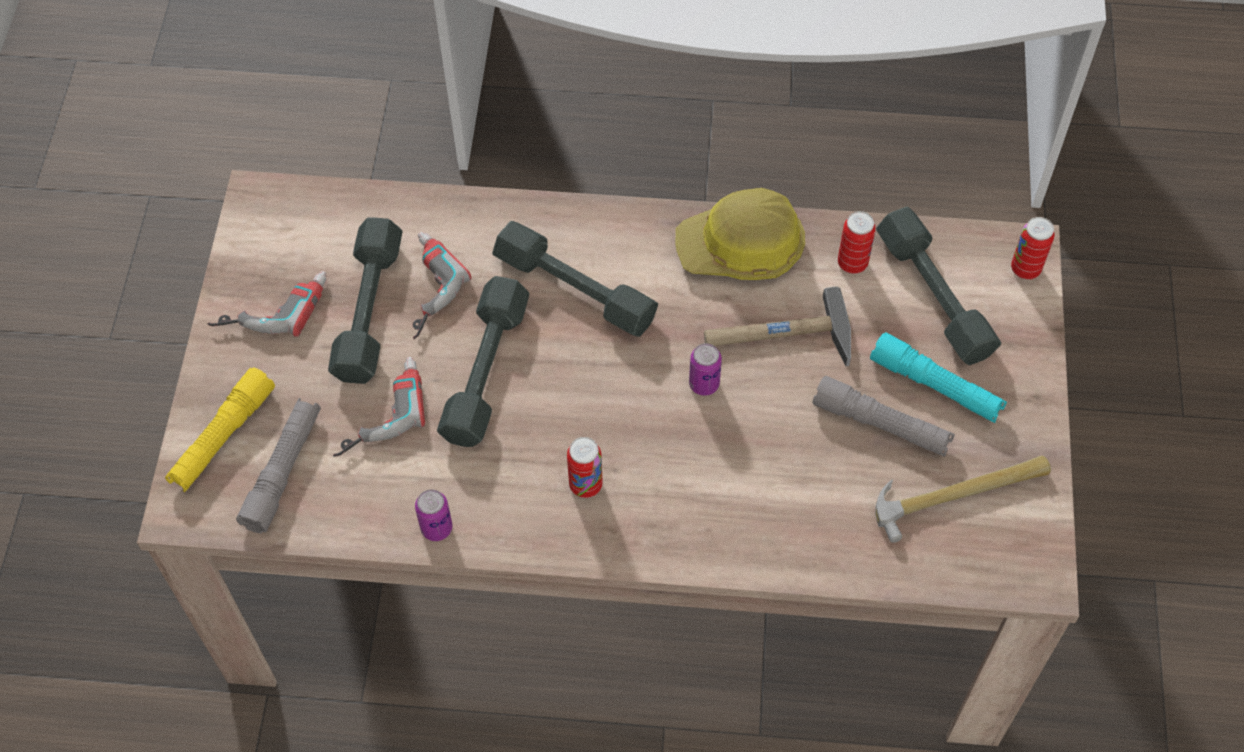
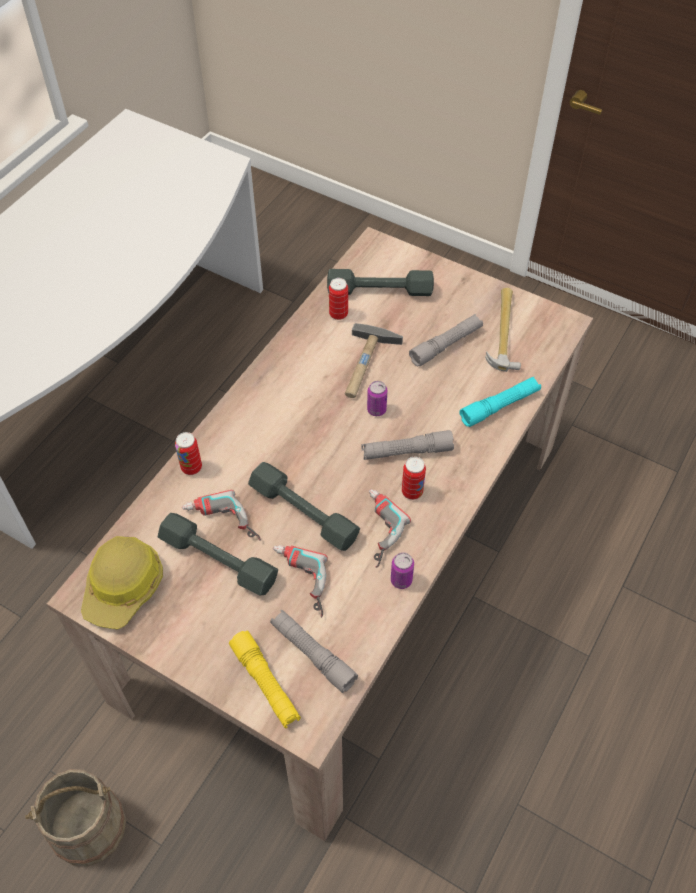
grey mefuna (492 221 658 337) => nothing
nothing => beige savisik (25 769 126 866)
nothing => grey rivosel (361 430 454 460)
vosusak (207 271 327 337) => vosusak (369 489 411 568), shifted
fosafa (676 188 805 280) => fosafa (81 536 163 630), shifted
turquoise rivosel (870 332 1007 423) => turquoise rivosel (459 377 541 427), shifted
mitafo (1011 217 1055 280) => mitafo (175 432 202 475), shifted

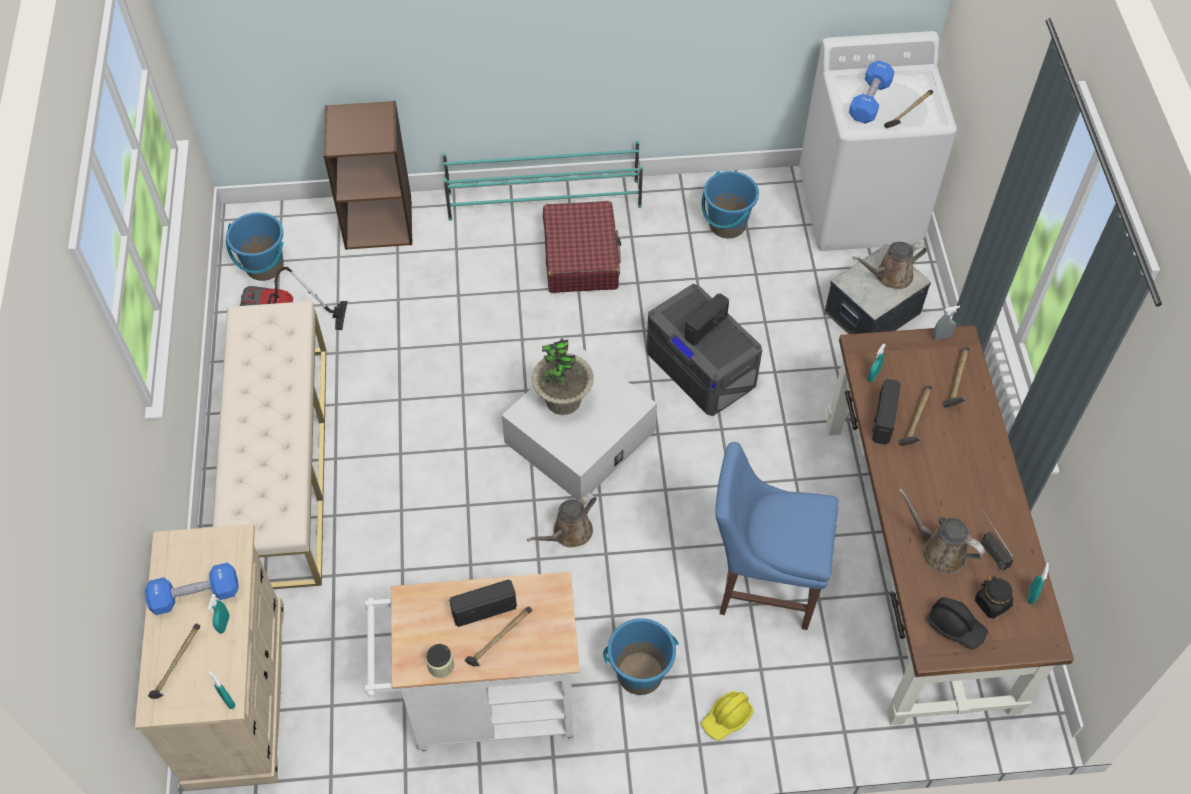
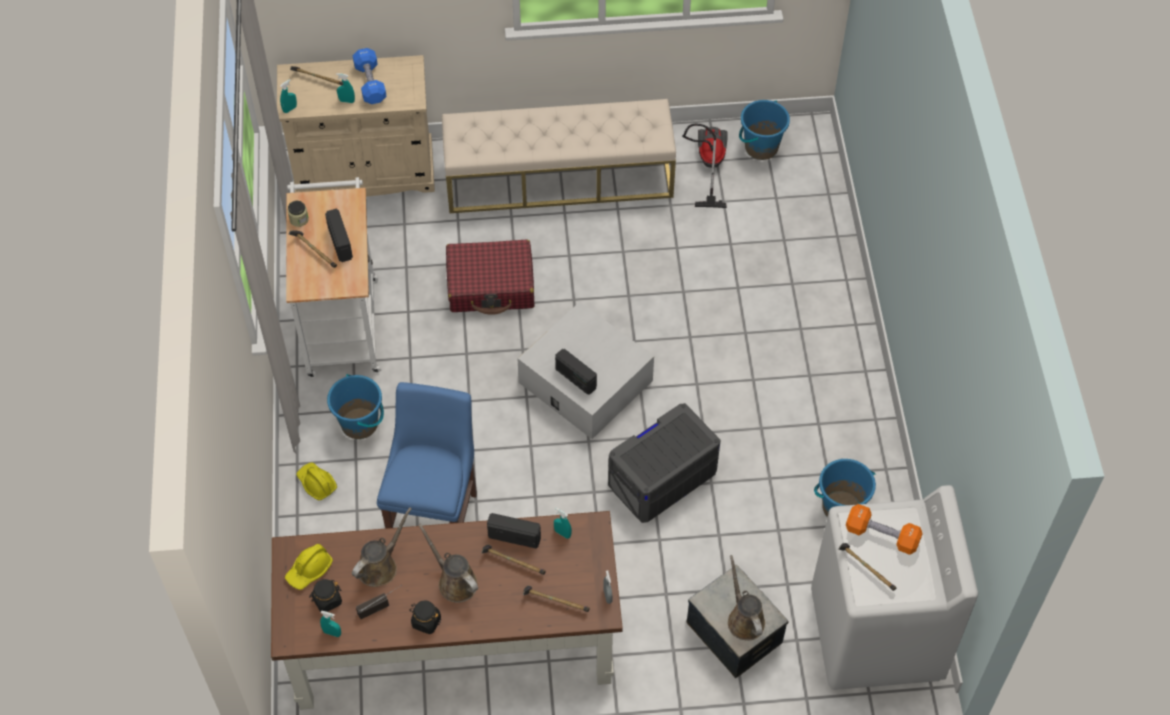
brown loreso (323 101 413 250) => nothing
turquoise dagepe (443 140 643 221) => nothing
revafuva (532 338 594 415) => nothing
nothing => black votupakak (409 601 441 634)
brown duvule (527 493 597 548) => brown duvule (418 524 478 603), shifted
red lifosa (543 201 621 293) => red lifosa (446 239 534 315), shifted
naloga (685 293 729 346) => naloga (555 349 597 395), shifted
blue mefuna (849 61 895 124) => orange mefuna (846 504 923 555)
black fosafa (927 597 988 649) => yellow fosafa (285 544 333 590)

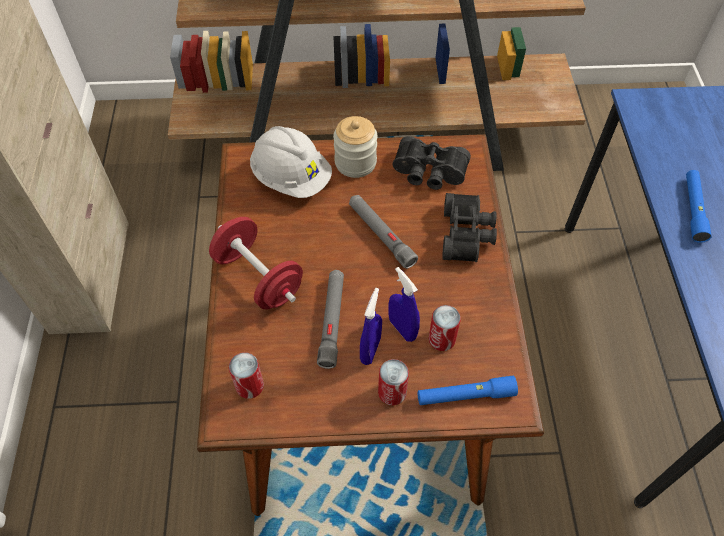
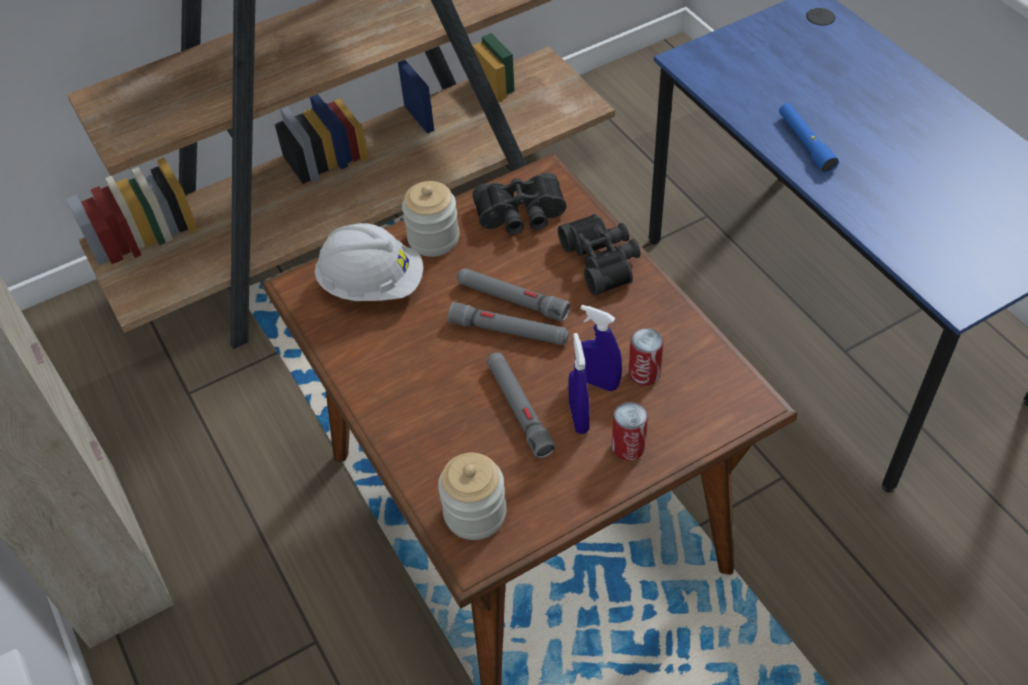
red mefuna (209 217 303 309) => nothing
blue rivosel (418 376 518 405) => nothing
nothing => grey rivosel (448 302 569 345)
mitafo (229 352 264 399) => votupakak (438 453 507 540)

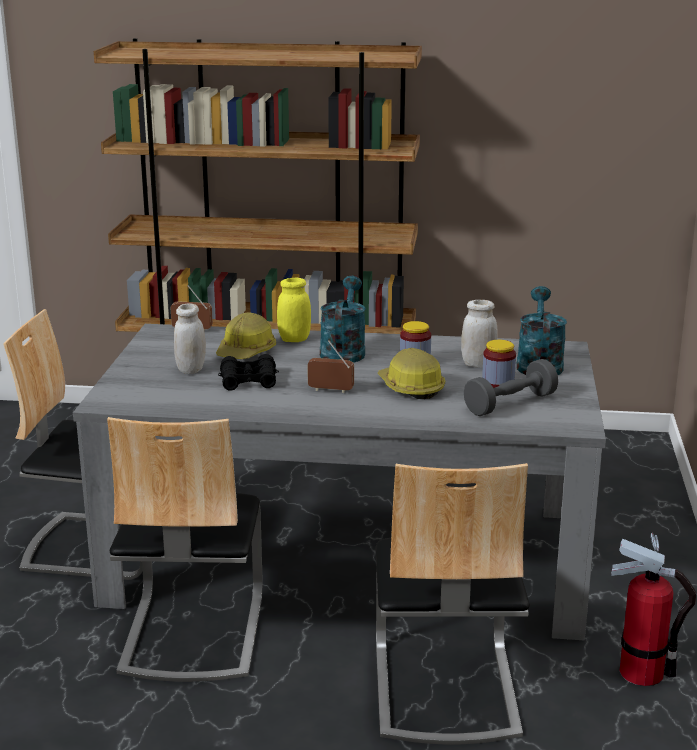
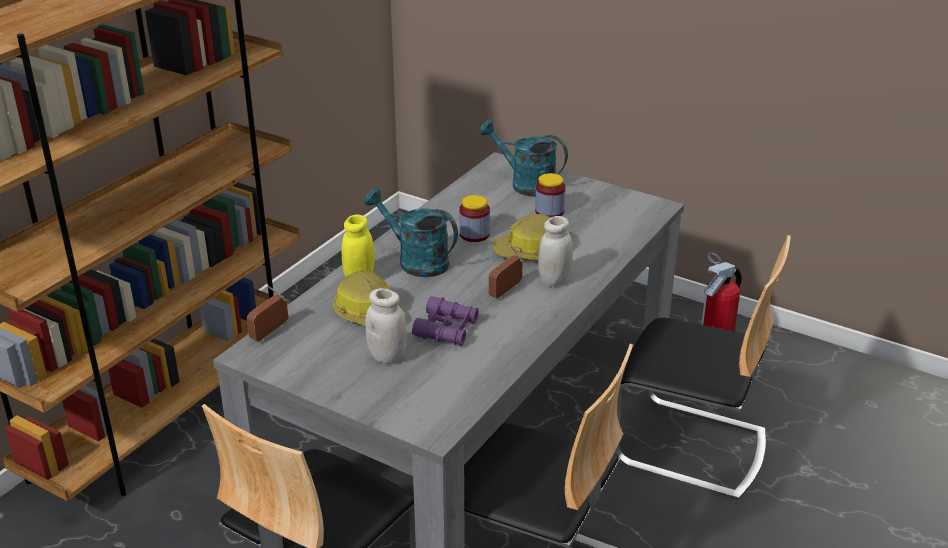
grey mefuna (464 359 558 416) => nothing
white votupakak (461 300 497 368) => white votupakak (538 216 573 287), shifted
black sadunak (218 354 279 391) => purple sadunak (412 296 479 346)

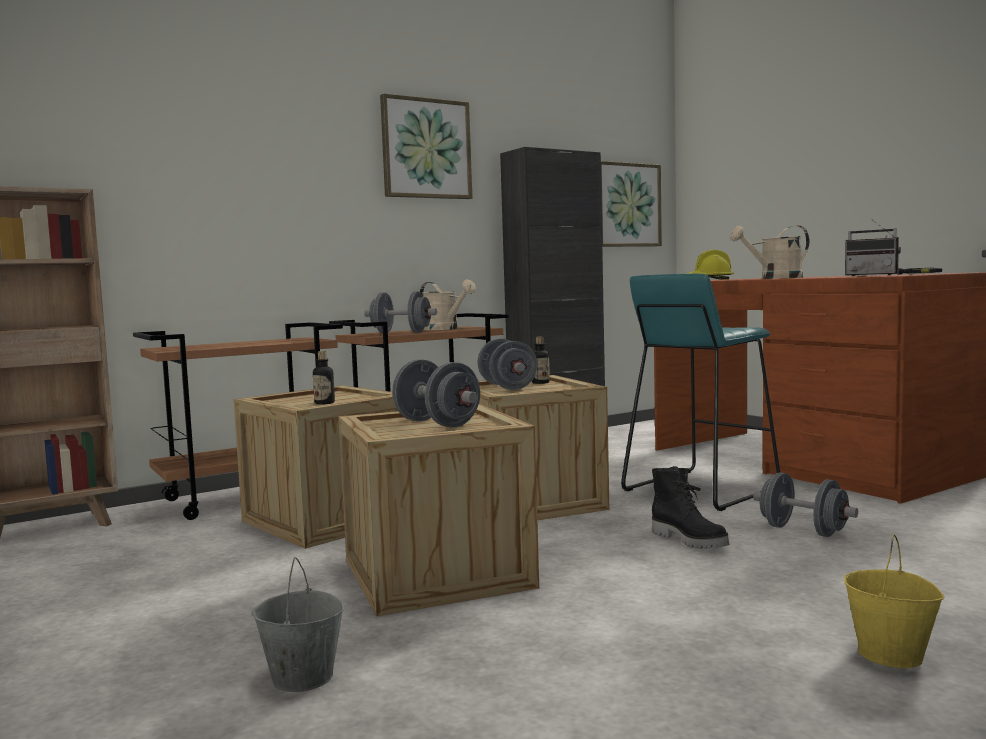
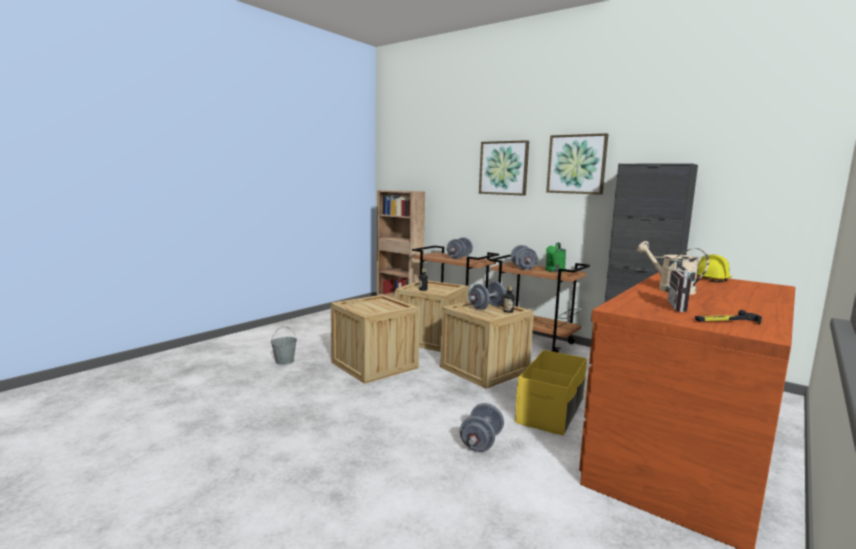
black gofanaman (652 466 729 549) => nothing
yellow savisik (844 534 944 668) => nothing
grey mefuna (392 359 480 428) => grey mefuna (447 237 473 259), shifted
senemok (601 161 662 247) => senemok (479 140 529 196), shifted
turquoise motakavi (621 274 780 511) => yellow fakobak (515 350 587 436)
beige duvule (420 280 476 330) => green duvule (545 242 566 272)

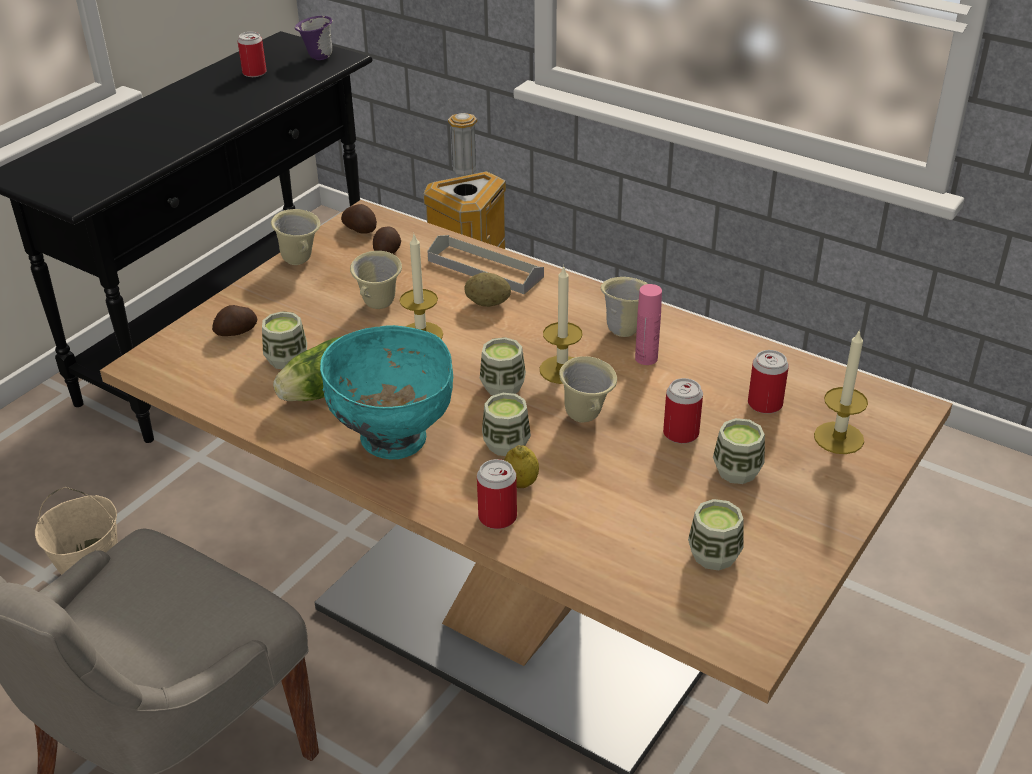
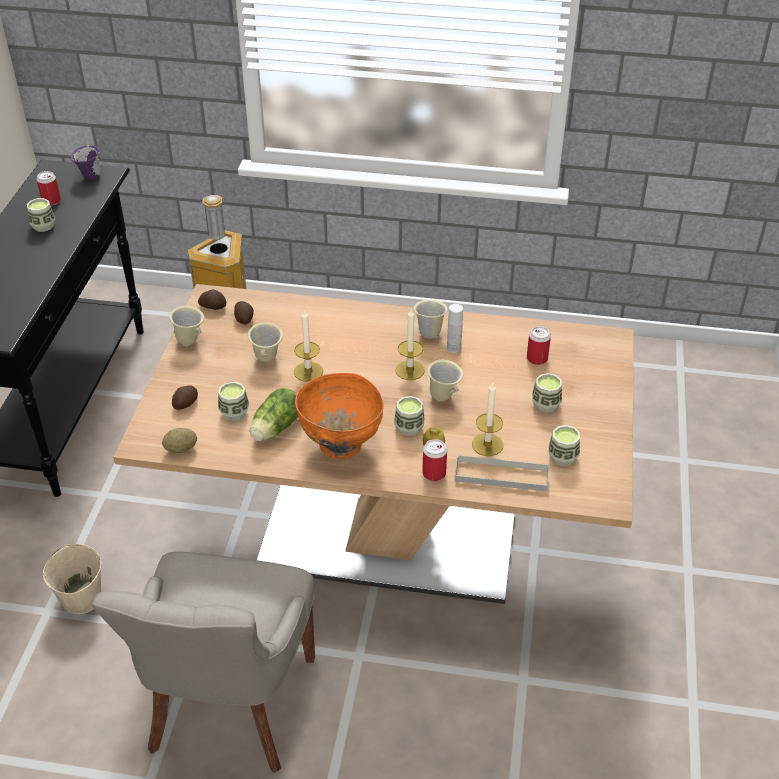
mitafo (663 378 703 444) => nothing
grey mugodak (428 235 544 294) => grey mugodak (455 454 549 491), shifted
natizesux (464 272 511 307) => natizesux (162 428 197 453), shifted
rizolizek (480 337 526 395) => rizolizek (27 198 55 232), shifted
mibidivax (814 329 868 454) => mibidivax (472 383 503 456), shifted
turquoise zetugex (320 325 453 460) => orange zetugex (295 373 384 459)
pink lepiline (635 284 662 365) => white lepiline (447 304 463 353)

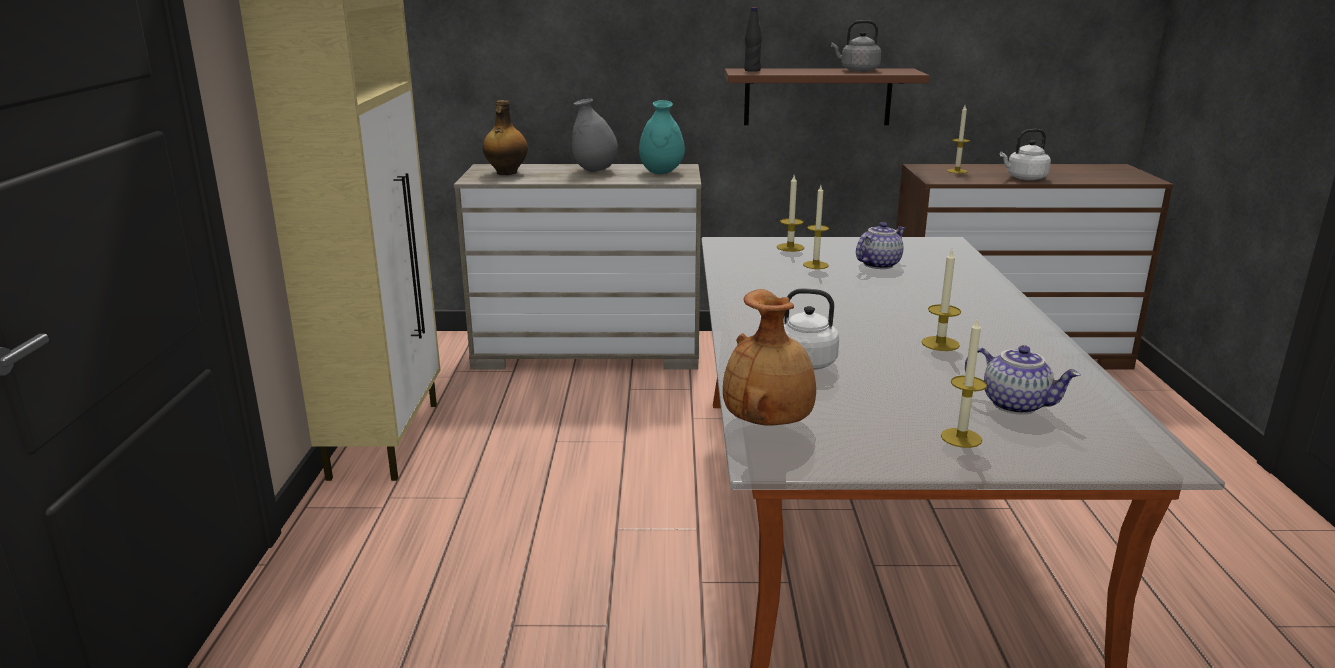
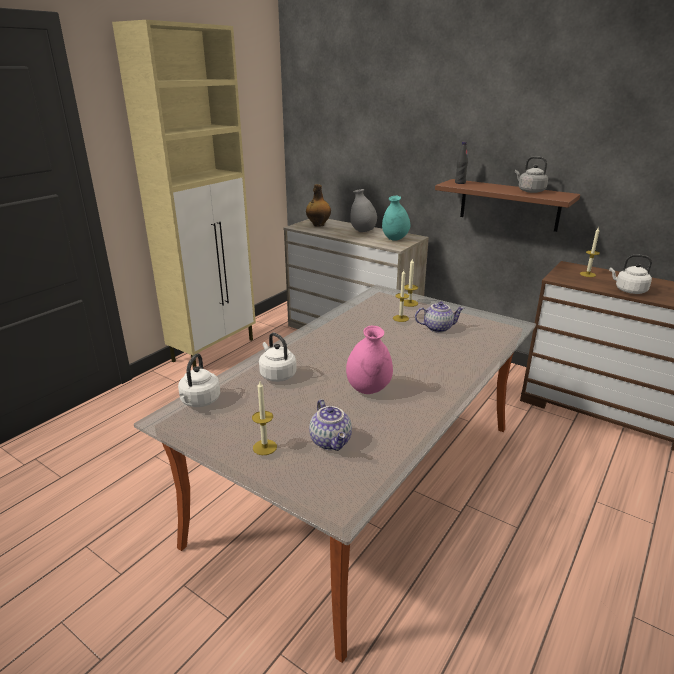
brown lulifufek (723 289 816 426) => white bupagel (178 353 221 407)
mibidivax (921 250 961 351) => pink lulifufek (346 326 393 394)

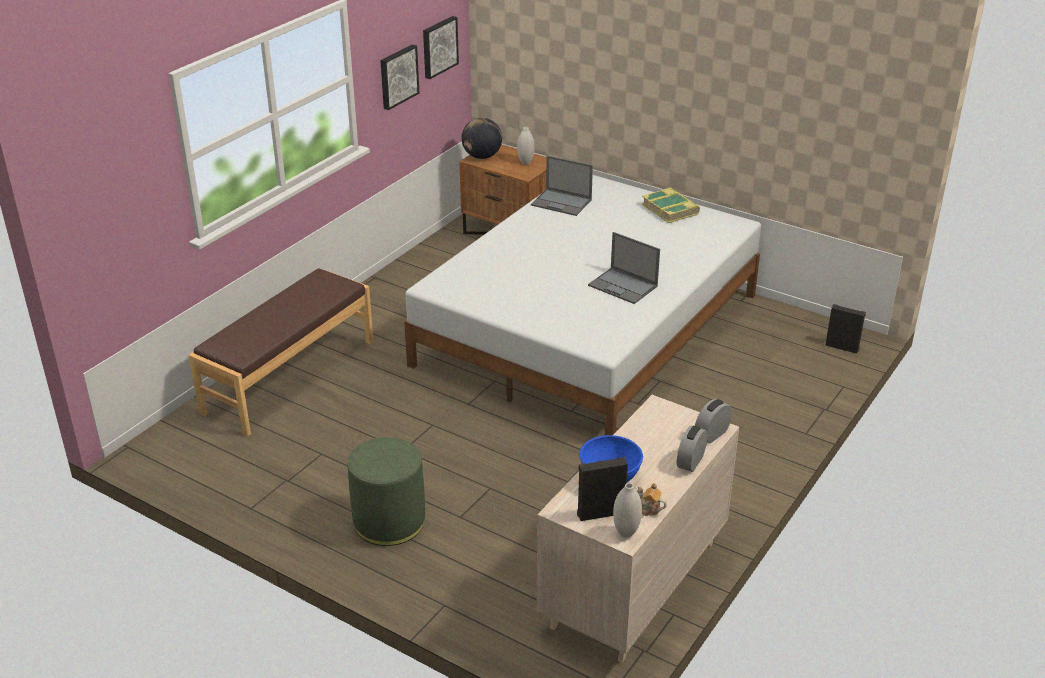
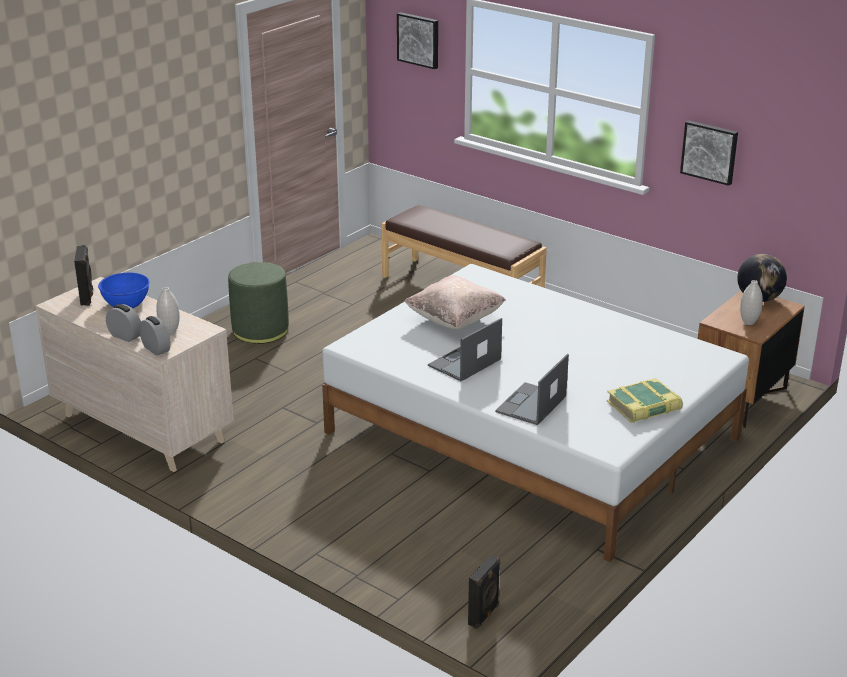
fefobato (634 483 667 516) => nothing
nothing => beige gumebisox (404 275 506 329)
senemok (423 16 459 79) => senemok (397 12 438 69), shifted
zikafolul (531 156 593 216) => zikafolul (495 354 569 425), shifted
white lulifufek (613 483 642 538) => white lulifufek (156 287 180 334), shifted

